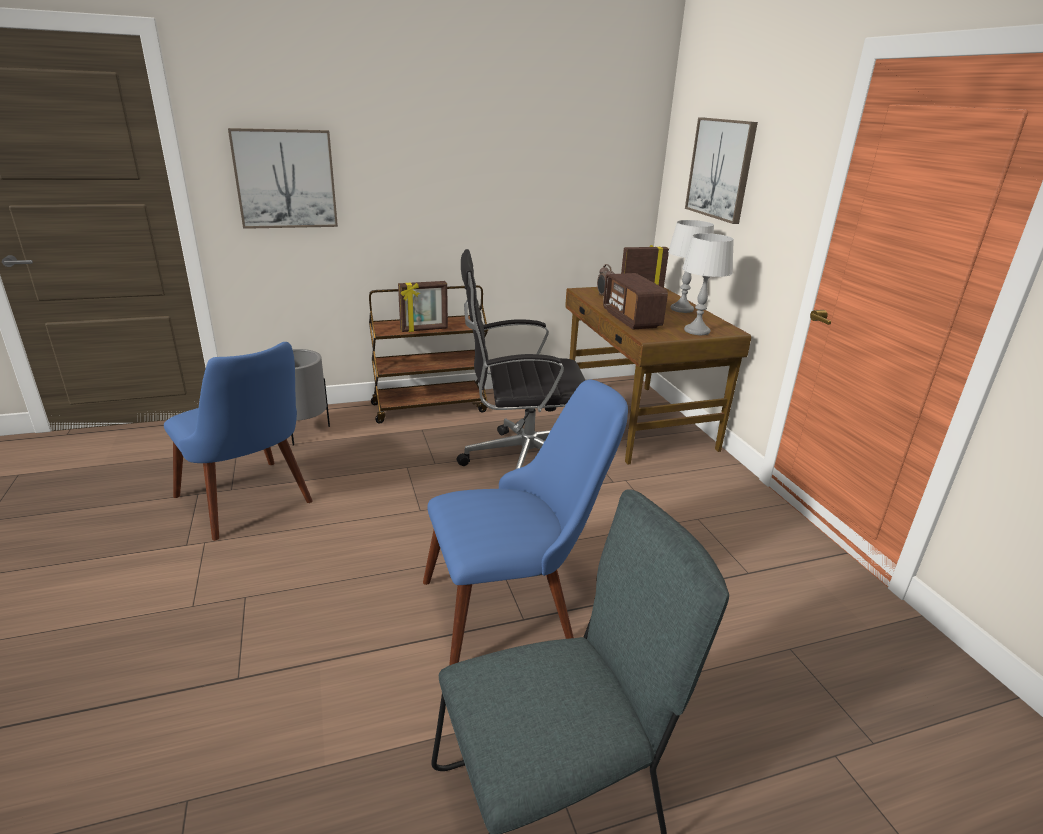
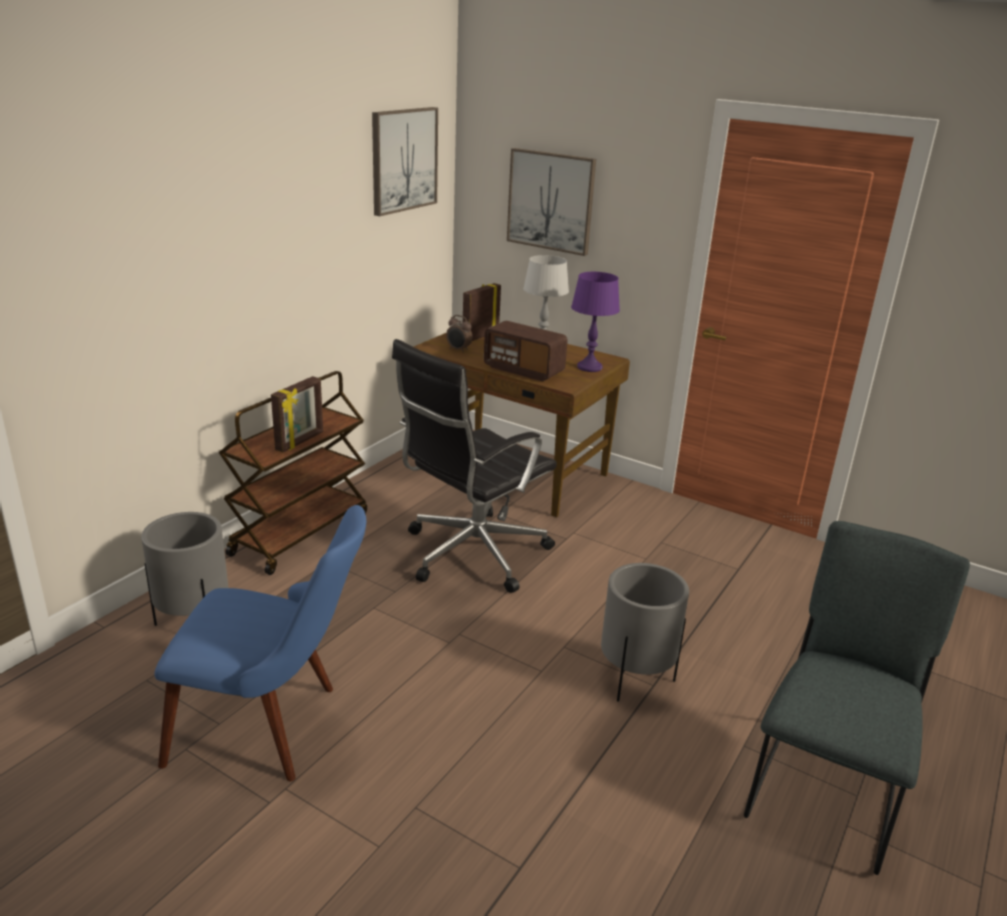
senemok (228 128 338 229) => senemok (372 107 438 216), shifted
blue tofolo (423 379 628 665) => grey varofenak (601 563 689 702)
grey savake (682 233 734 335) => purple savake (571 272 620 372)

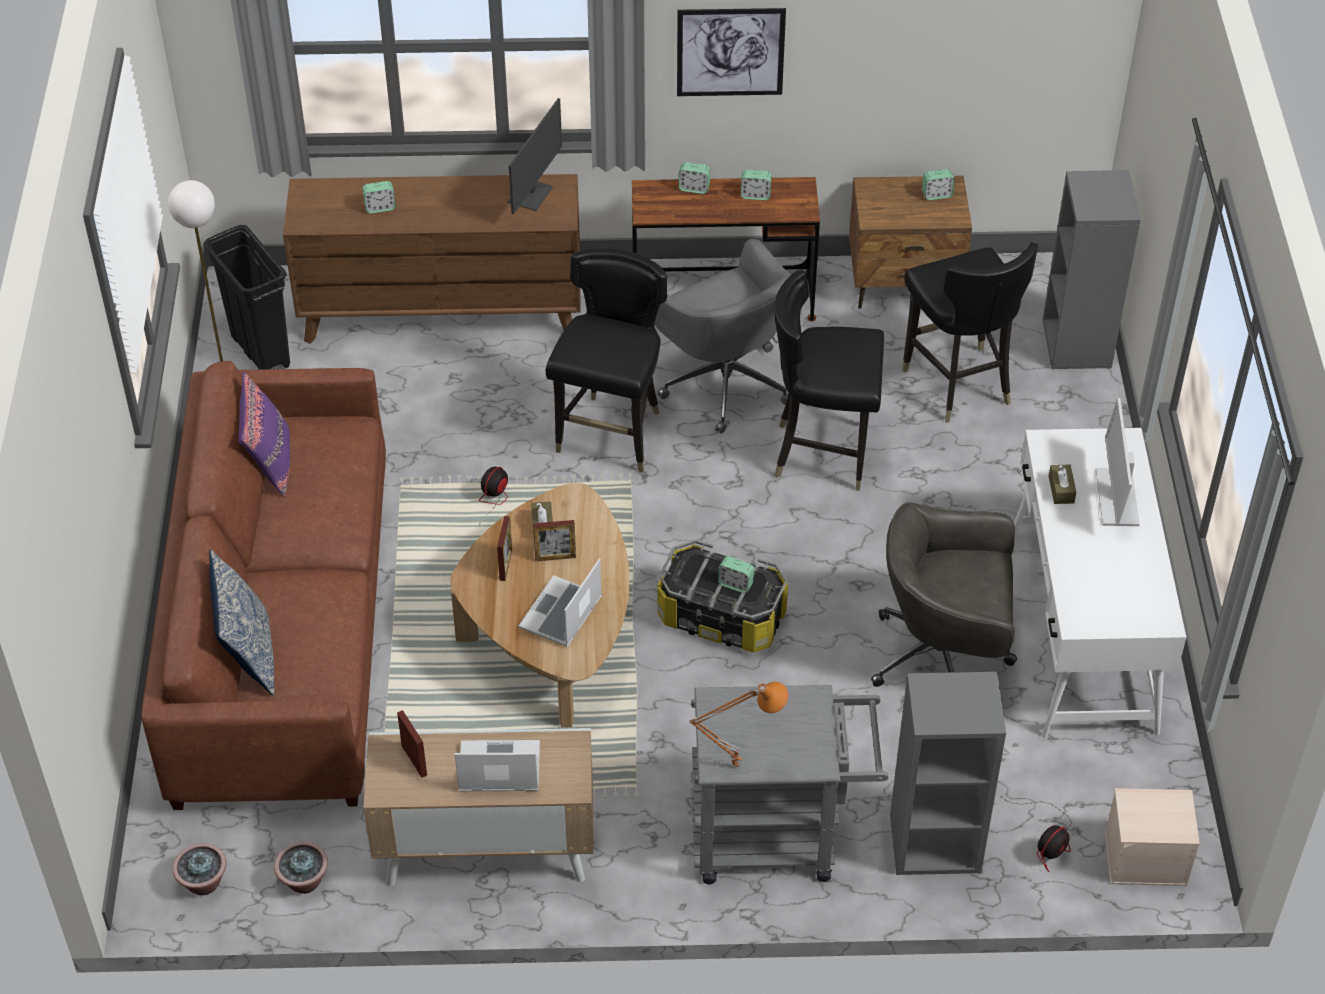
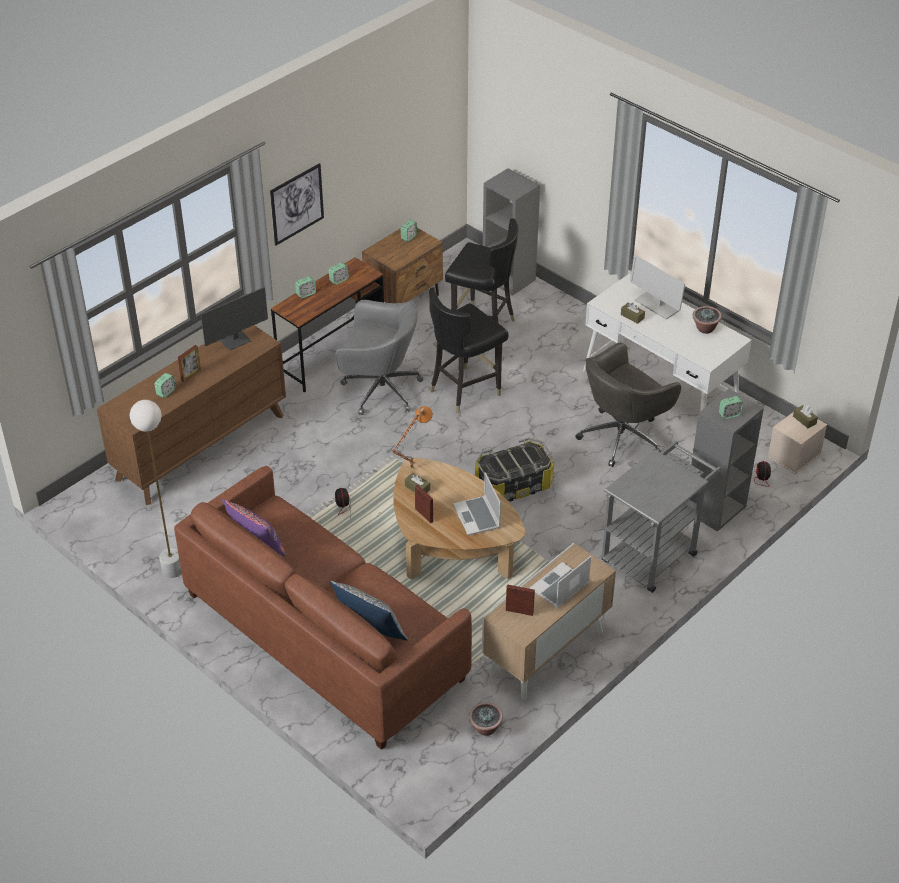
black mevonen (204 225 290 370) => nothing
black tofolo (545 248 667 473) => nothing
nothing => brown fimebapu (793 405 818 428)
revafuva (172 843 226 895) => revafuva (693 306 722 334), shifted
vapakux (533 520 576 561) => vapakux (178 345 201 382), shifted
orange savake (689 682 789 767) => orange savake (392 406 433 470), shifted
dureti (718 556 754 593) => dureti (719 396 743 420), shifted
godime (507 98 562 214) => godime (201 287 268 351), 75 degrees clockwise

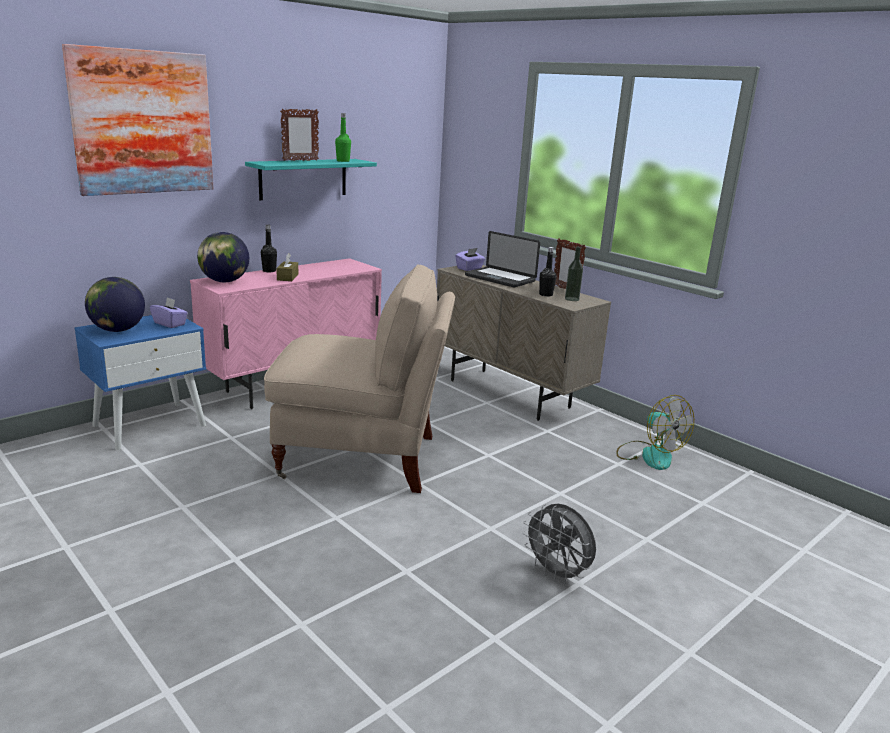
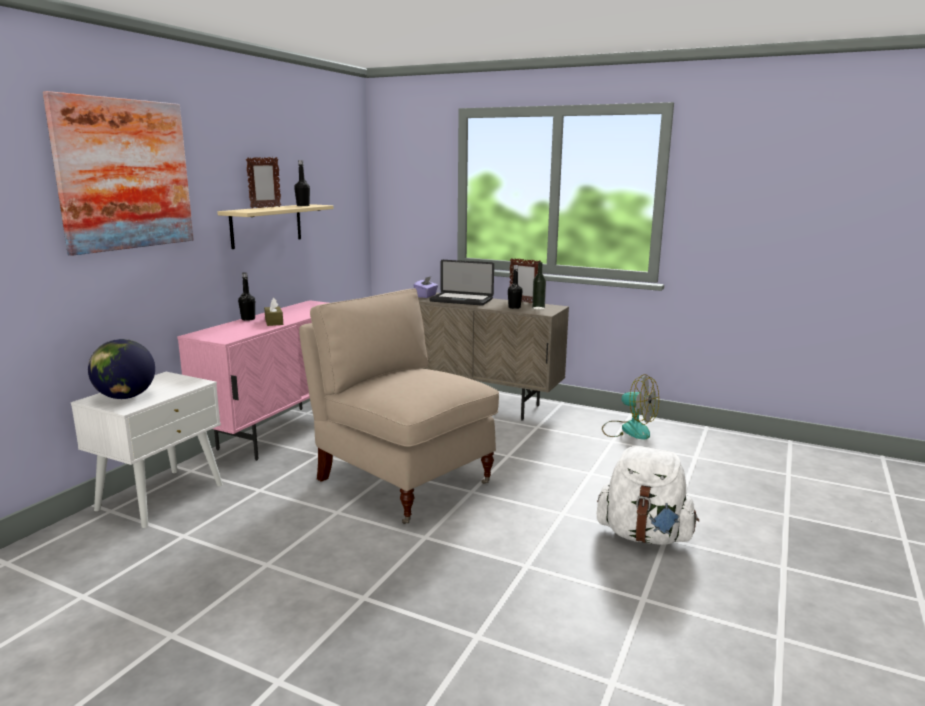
purple fimebapu (150 297 188 328) => nothing
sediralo (197 232 249 282) => nothing
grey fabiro (522 504 596 584) => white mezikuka (597 446 699 545)
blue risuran (74 315 206 450) => white risuran (71 372 223 528)
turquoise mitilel (245 159 377 200) => beige mitilel (217 204 334 249)
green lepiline (335 113 351 162) => black lepiline (294 160 310 206)
beige tofolo (264 264 455 493) => beige tofolo (299 288 499 524), 120 degrees counterclockwise

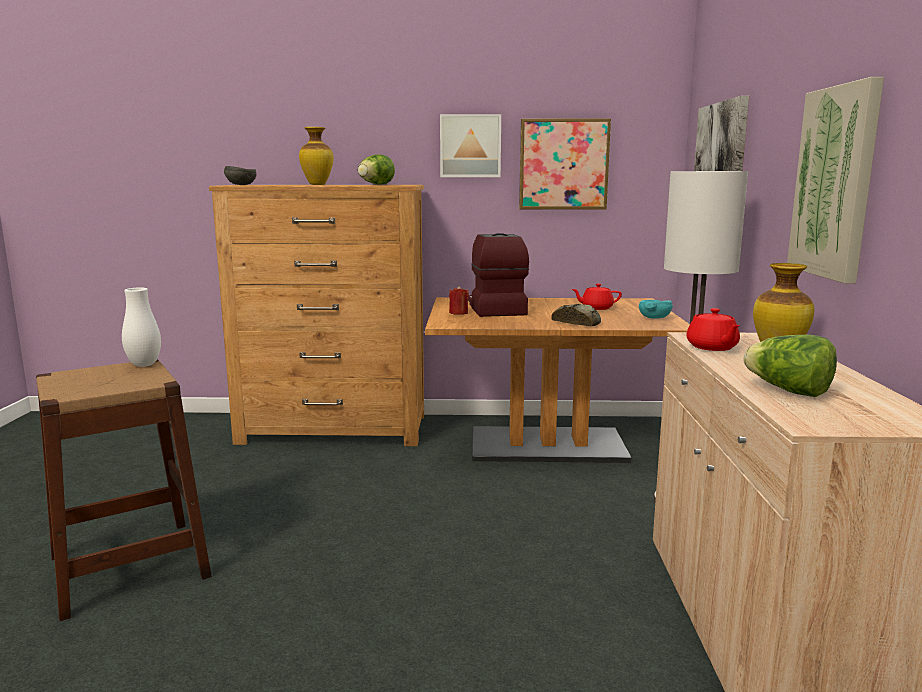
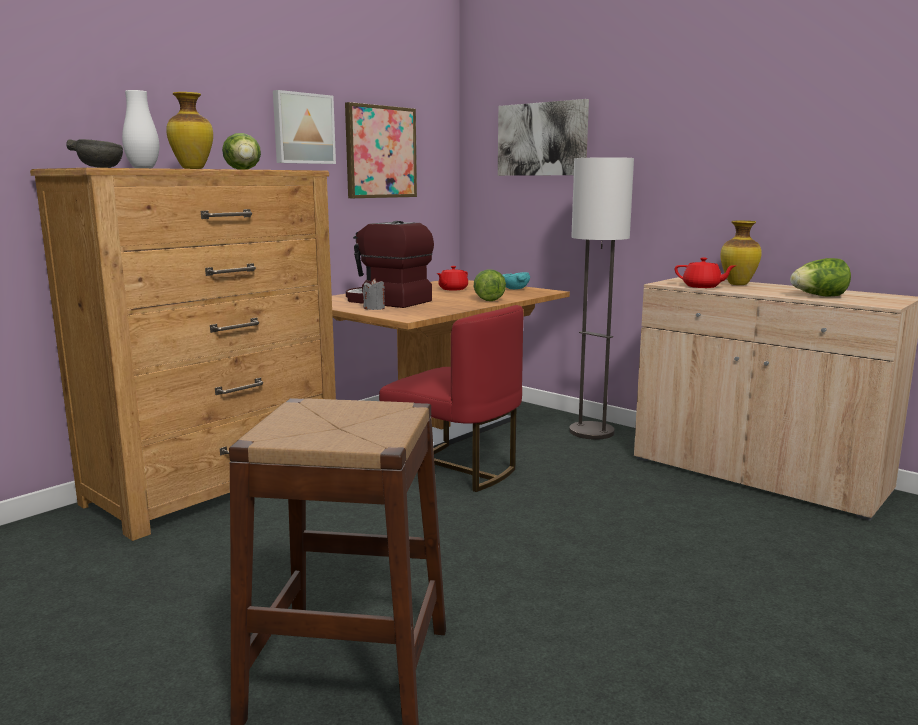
senemok (787 77 884 283) => nothing
nothing => red tofolo (379 305 523 492)
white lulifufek (122 287 161 367) => white lulifufek (122 90 159 168), shifted
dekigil (551 304 601 326) => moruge (474 269 506 301)
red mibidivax (449 285 469 315) => grey mibidivax (363 279 385 310)

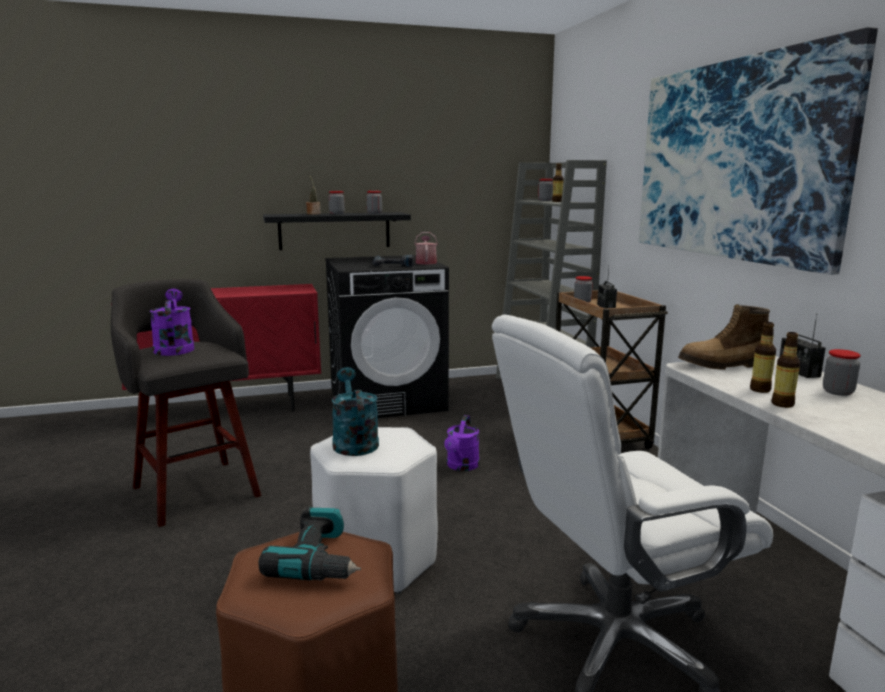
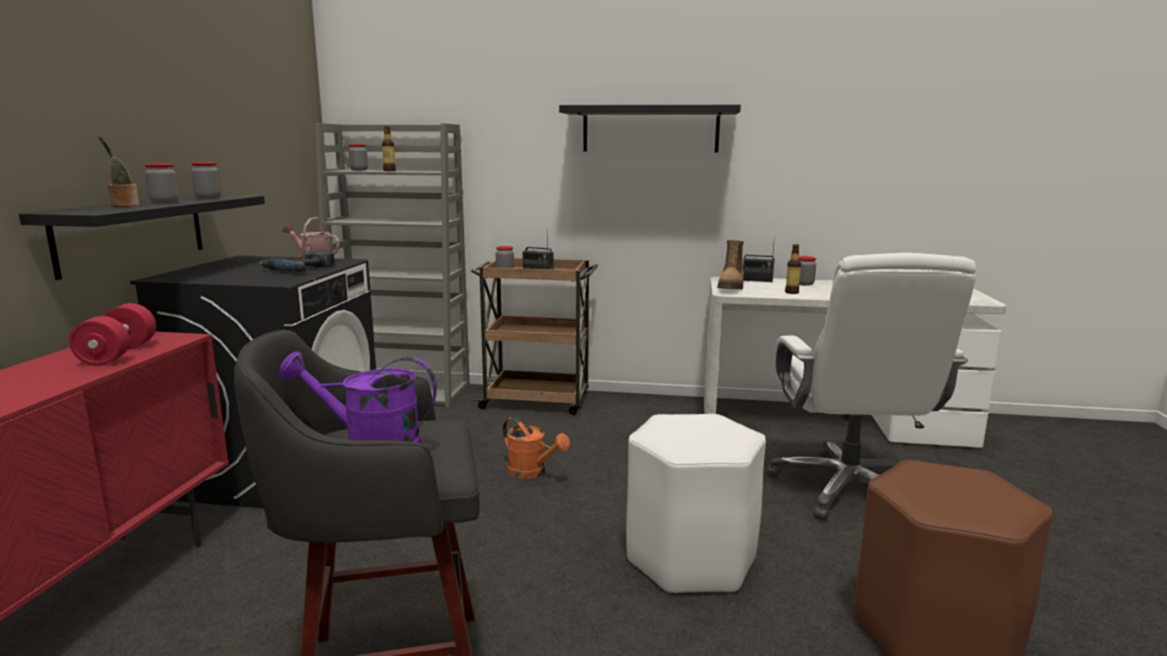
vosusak (258 507 361 580) => nothing
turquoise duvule (332 367 379 456) => nothing
lepiline (771 332 800 408) => nothing
nothing => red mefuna (69 303 156 366)
senemok (639 27 878 275) => black mitilel (559 105 741 152)
purple duvule (444 415 480 471) => orange duvule (503 417 570 479)

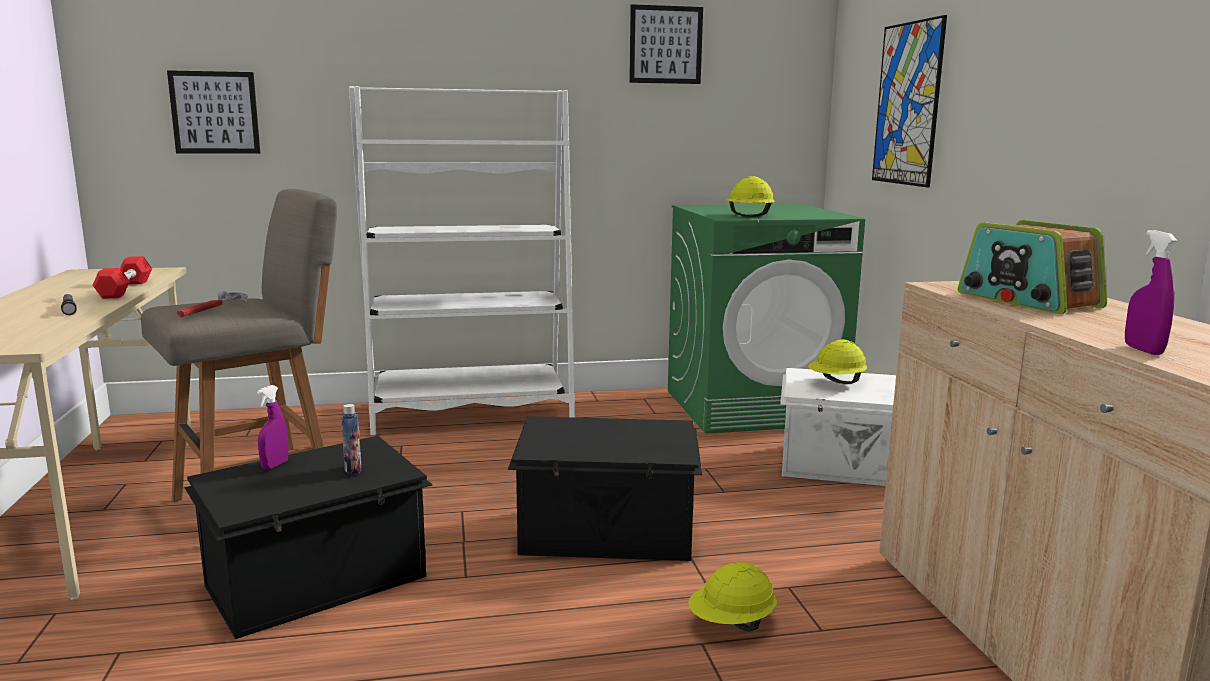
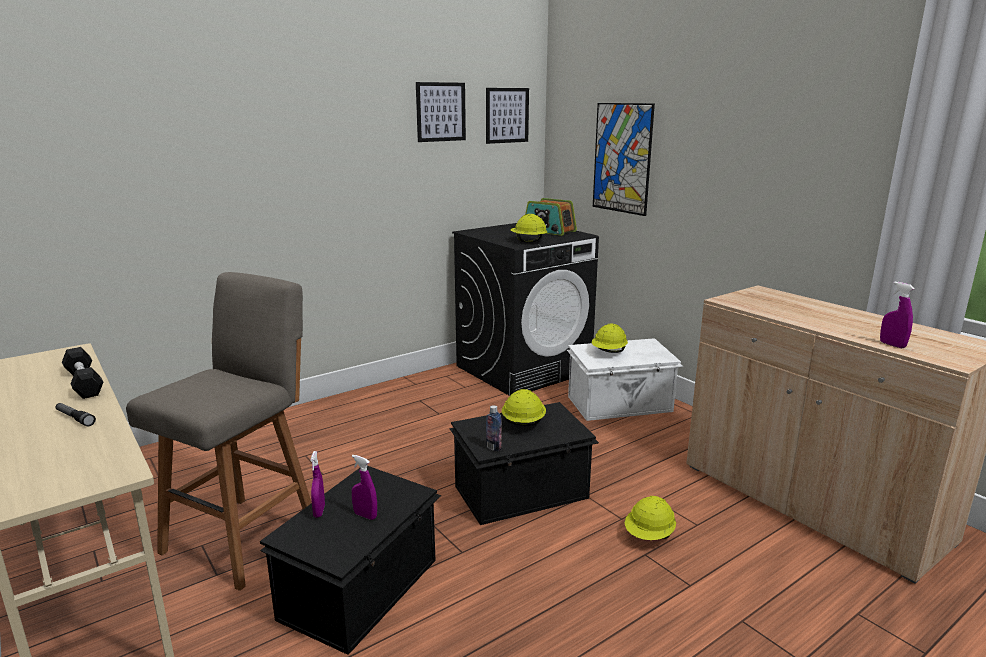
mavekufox (177 291 248 317) => nothing
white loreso (349 86 575 435) => nothing
nothing => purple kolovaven (352 455 377 520)
nothing => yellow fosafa (502 389 546 426)
senemok (167 70 261 154) => senemok (486 88 529 144), shifted
lepiline (341 404 362 474) => lepiline (486 405 502 451), shifted
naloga (958 220 1107 314) => naloga (525 198 577 236), shifted
red mefuna (93 256 152 299) => black mefuna (62 347 103 399)
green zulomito (668 204 865 434) => black zulomito (452 223 599 396)

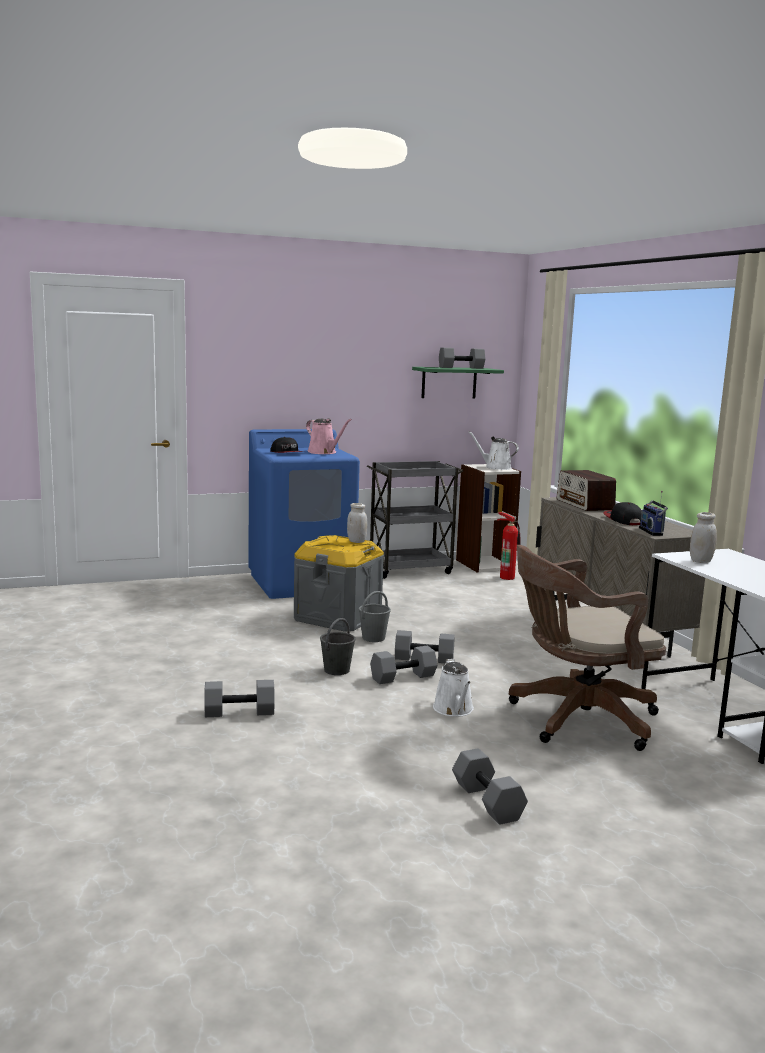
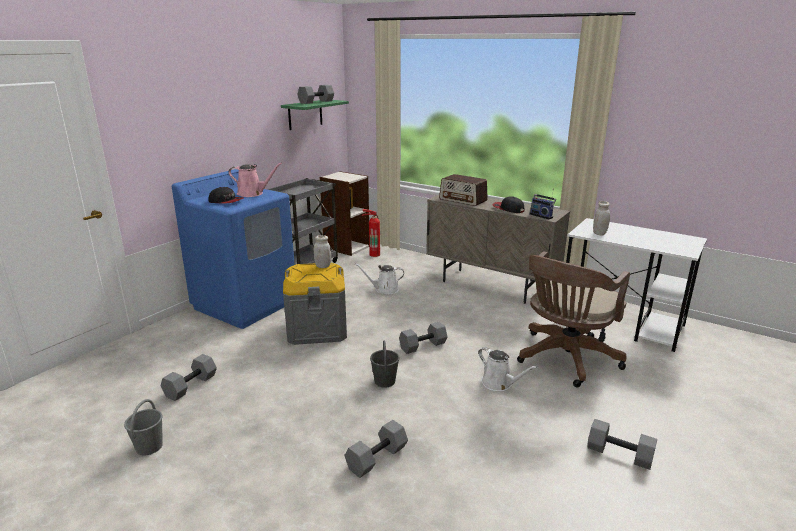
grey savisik (359 591 391 642) => grey savisik (124 399 163 455), shifted
grey mefuna (370 646 437 684) => grey mefuna (161 354 217 401), shifted
white duvule (468 431 519 470) => white duvule (355 263 404 294), shifted

